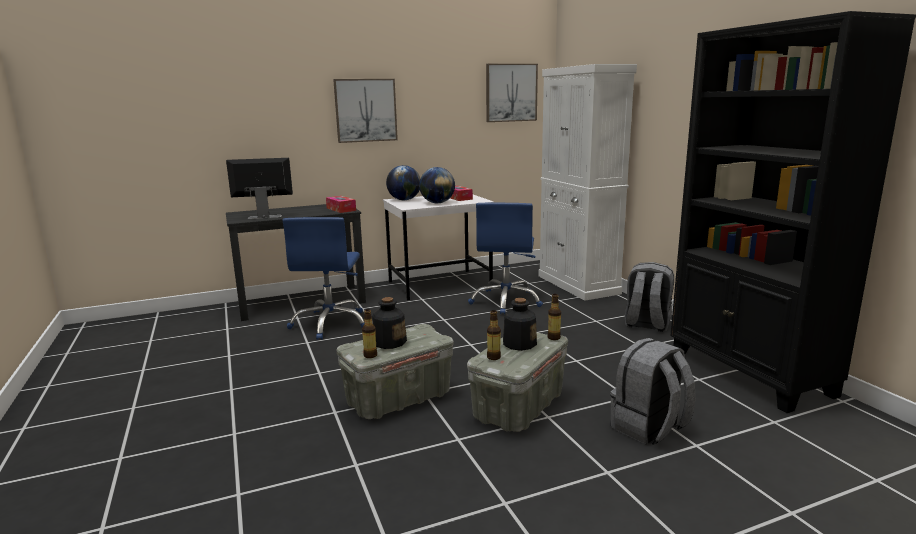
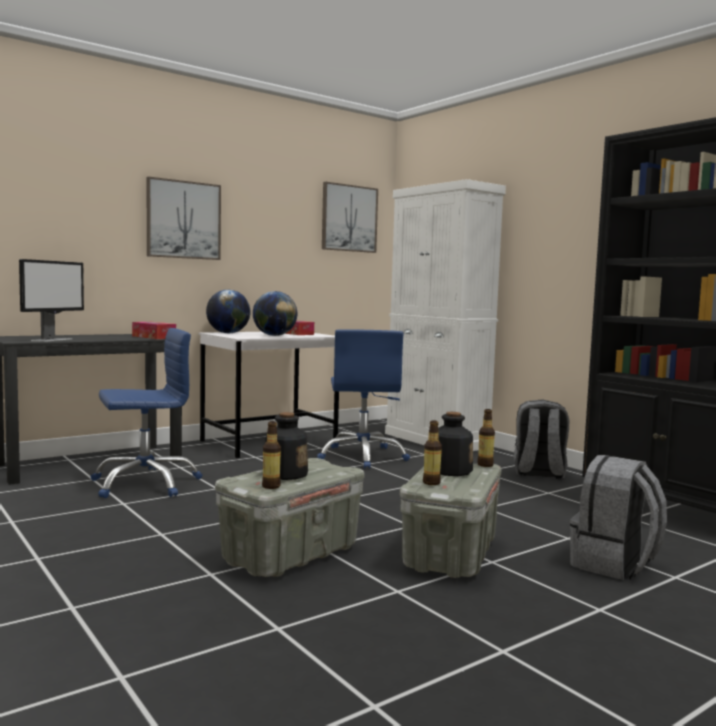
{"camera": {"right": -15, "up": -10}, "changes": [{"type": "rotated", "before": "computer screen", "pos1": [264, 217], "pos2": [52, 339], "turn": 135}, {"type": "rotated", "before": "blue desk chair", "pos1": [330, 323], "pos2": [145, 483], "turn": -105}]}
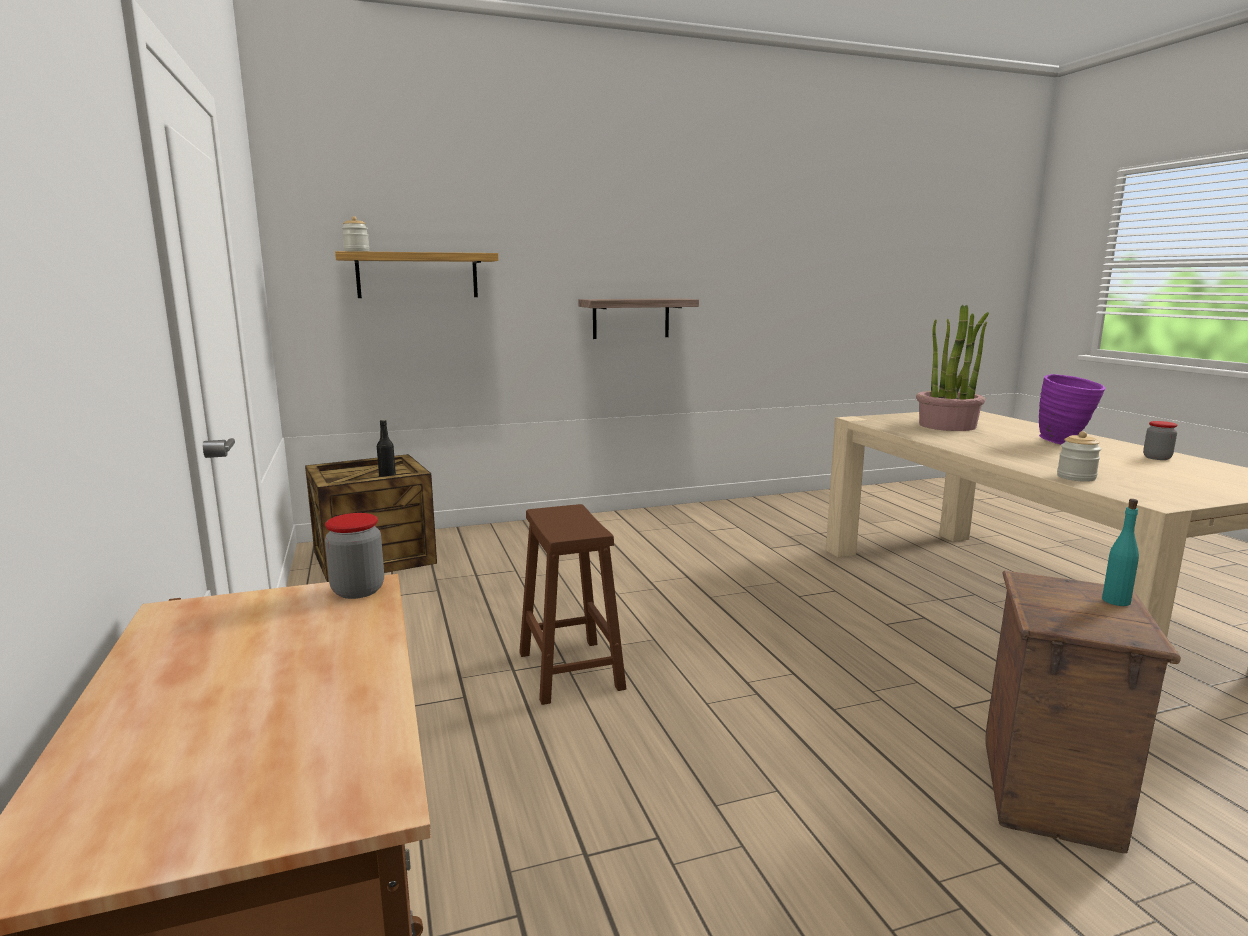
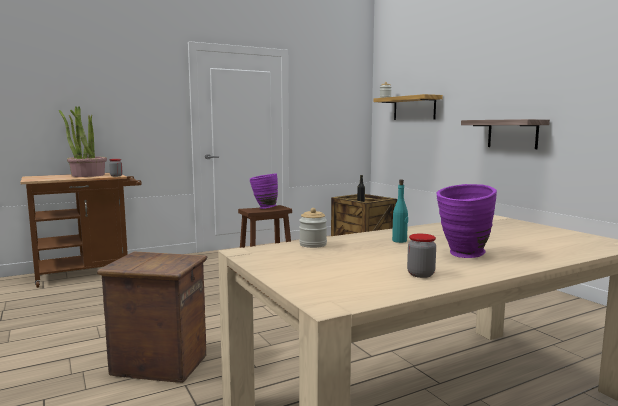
{"camera": {"right": 80, "up": -5}, "changes": [{"type": "shifted", "before": "plant in a pot", "pos1": [947, 426], "pos2": [87, 175]}, {"type": "new", "after": "purple-coloured flower vase", "pos2": [263, 208]}, {"type": "shifted", "before": "turquoise drink bottle", "pos1": [1116, 601], "pos2": [399, 241]}]}
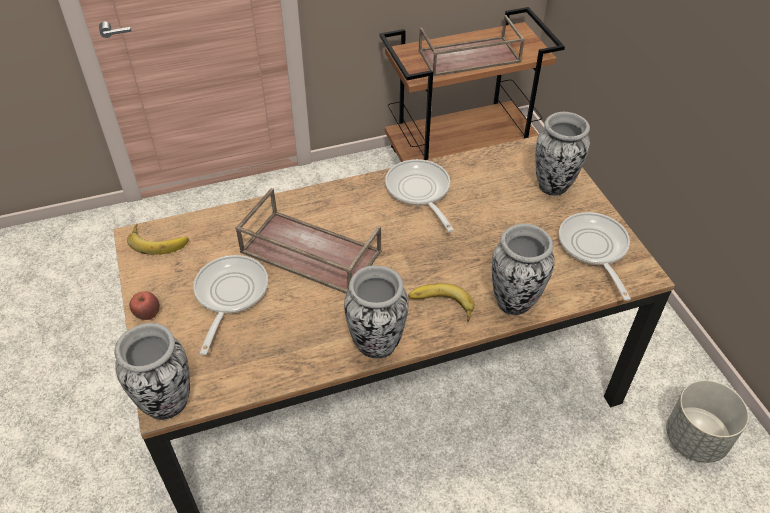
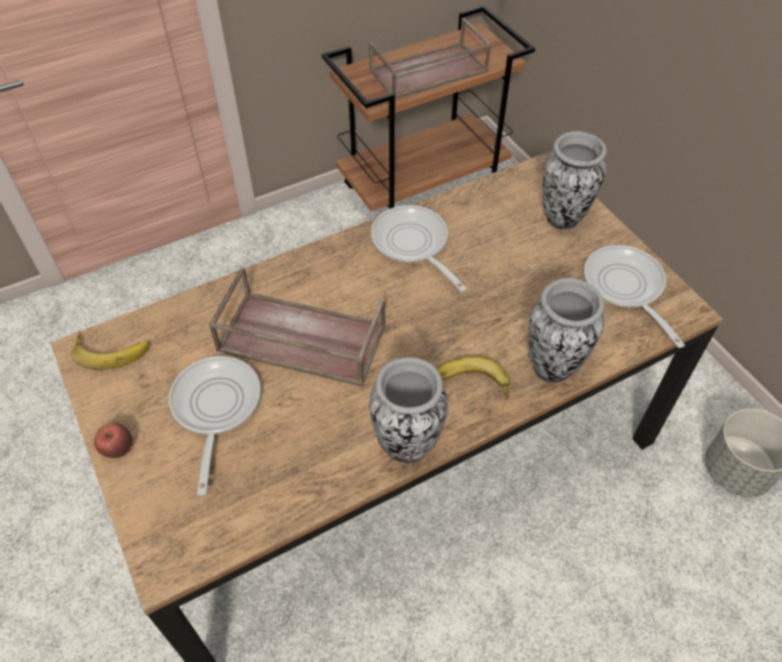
{"camera": {"right": -10, "up": 5}, "changes": [{"type": "gone", "before": "flower vase", "pos1": [167, 404]}]}
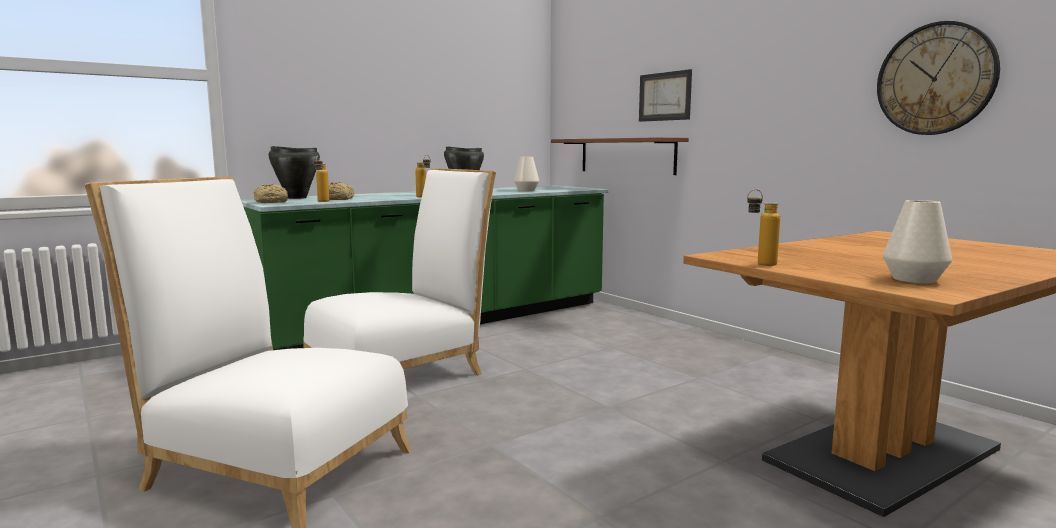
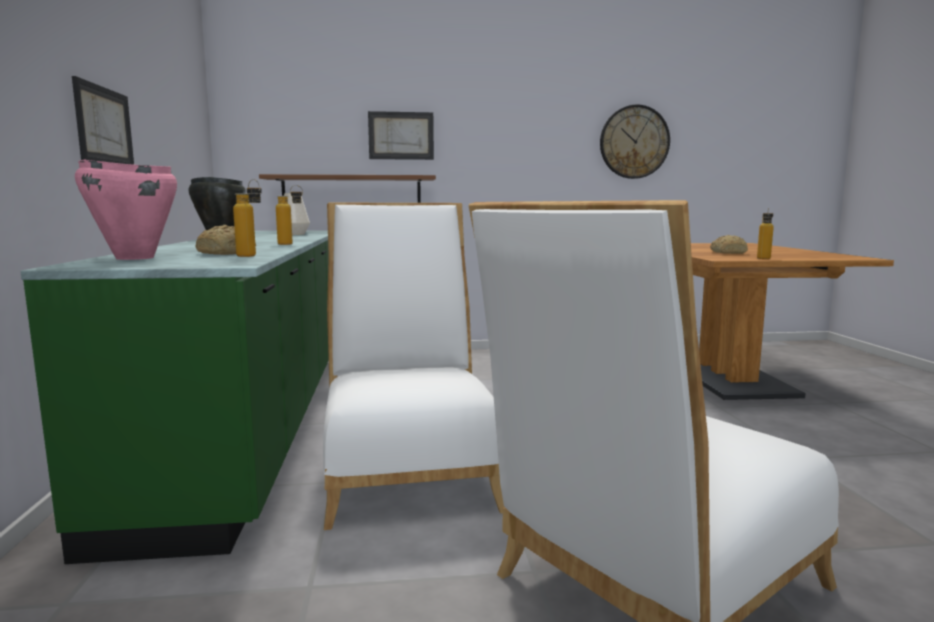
{"camera": {"right": -60, "up": 0}, "changes": [{"type": "new", "after": "wall art", "pos2": [104, 126]}, {"type": "repainted", "before": "blackish cooking pot", "after": "pink cooking pot", "pos1": [296, 198], "pos2": [134, 258]}, {"type": "shifted", "before": "bakery bread", "pos1": [272, 202], "pos2": [728, 253]}, {"type": "gone", "before": "whitish flower vase", "pos1": [914, 279]}]}
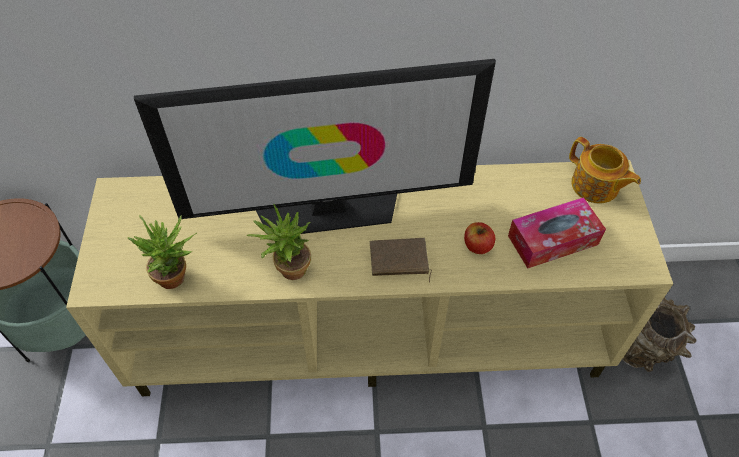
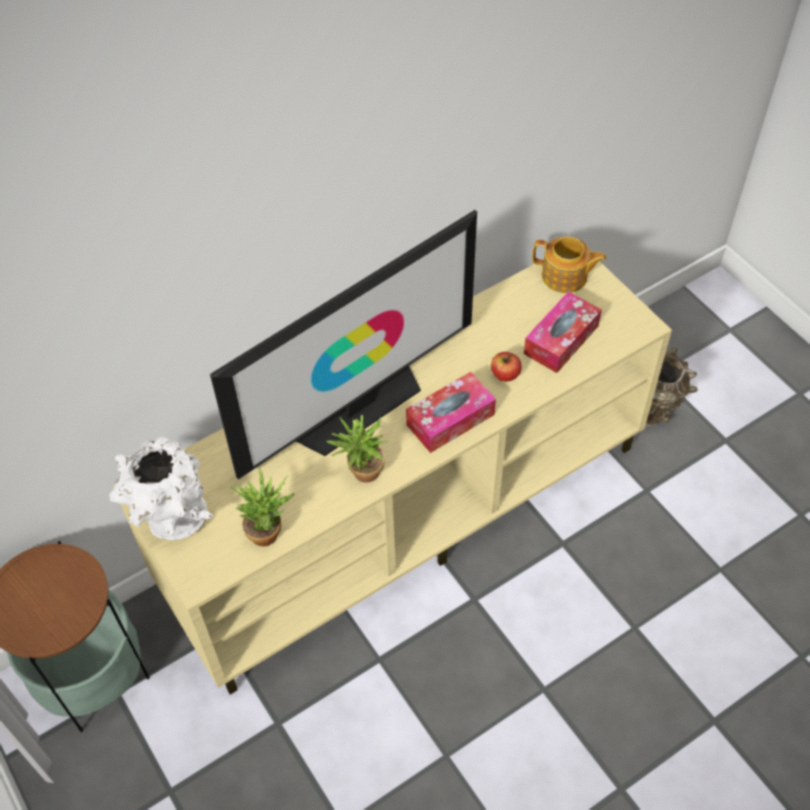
{"camera": {"right": -30, "up": 0}, "changes": [{"type": "new", "after": "whitish flower vase", "pos2": [170, 518]}, {"type": "swapped", "before": "brown-coloured bound book", "after": "box of tissues", "pos1": [399, 261], "pos2": [450, 419]}]}
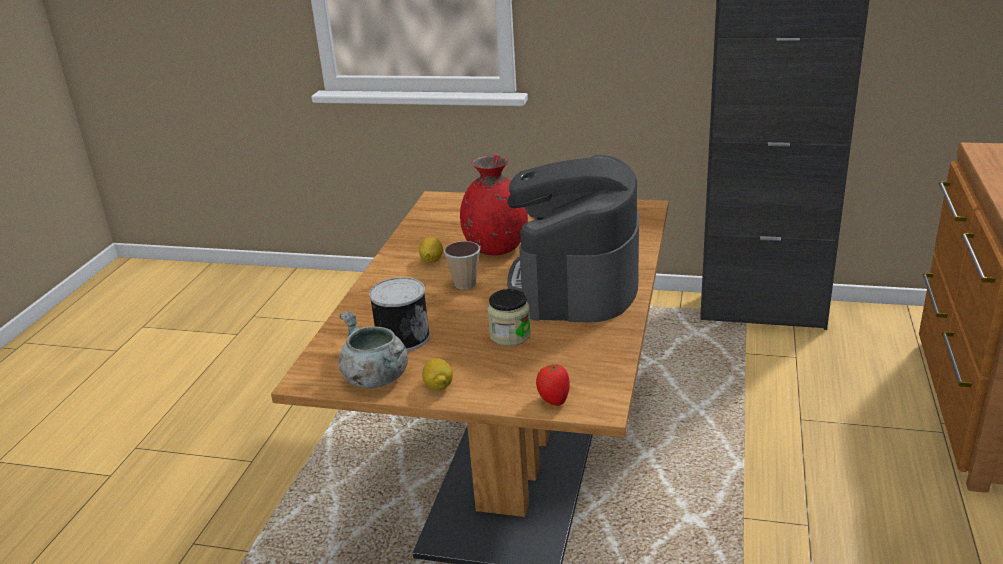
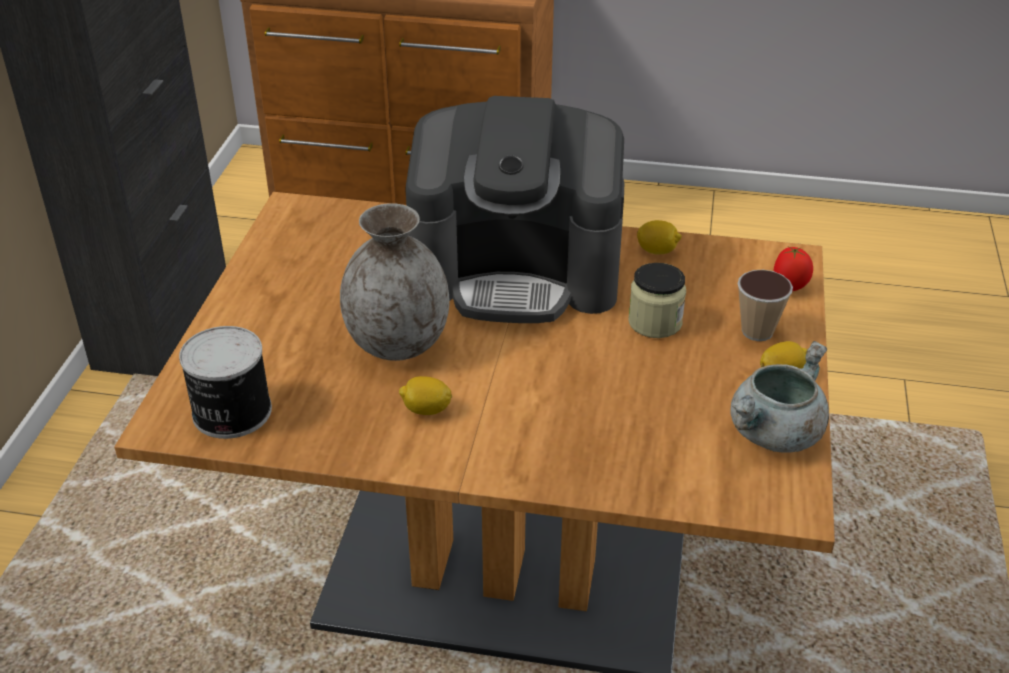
{"camera": {"right": -95, "up": 10}, "changes": [{"type": "shifted", "before": "can", "pos1": [402, 337], "pos2": [230, 413]}, {"type": "repainted", "before": "red flower vase", "after": "greyish flower vase", "pos1": [495, 248], "pos2": [397, 344]}, {"type": "new", "after": "whole lemon", "pos2": [657, 251]}, {"type": "shifted", "before": "small cup", "pos1": [465, 284], "pos2": [757, 331]}]}
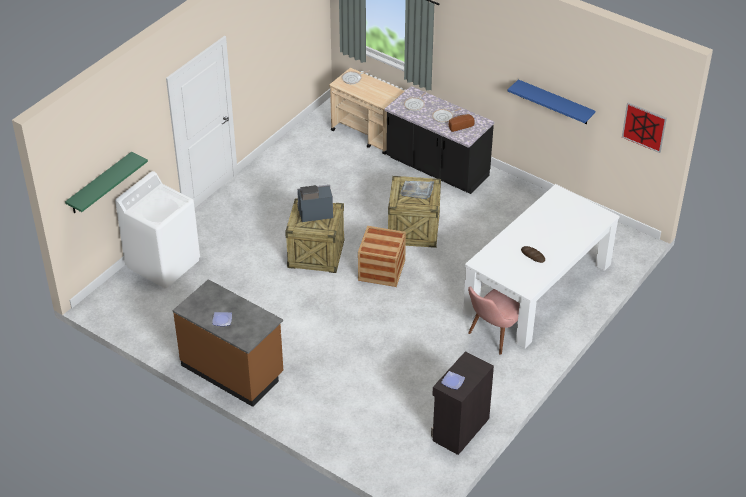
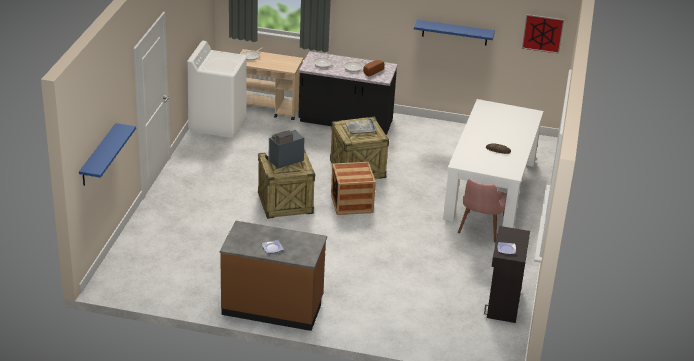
{"camera": {"right": -25, "up": -10}, "changes": [{"type": "repainted", "before": "greenish bracket shelf", "after": "blue bracket shelf", "pos1": [100, 184], "pos2": [98, 155]}, {"type": "shifted", "before": "whitish laundry machine", "pos1": [163, 263], "pos2": [217, 123]}]}
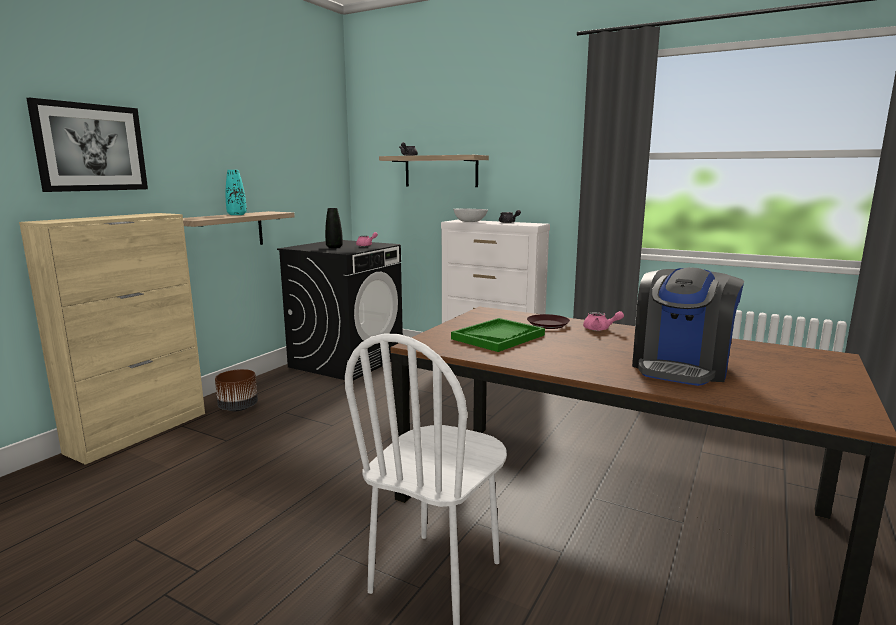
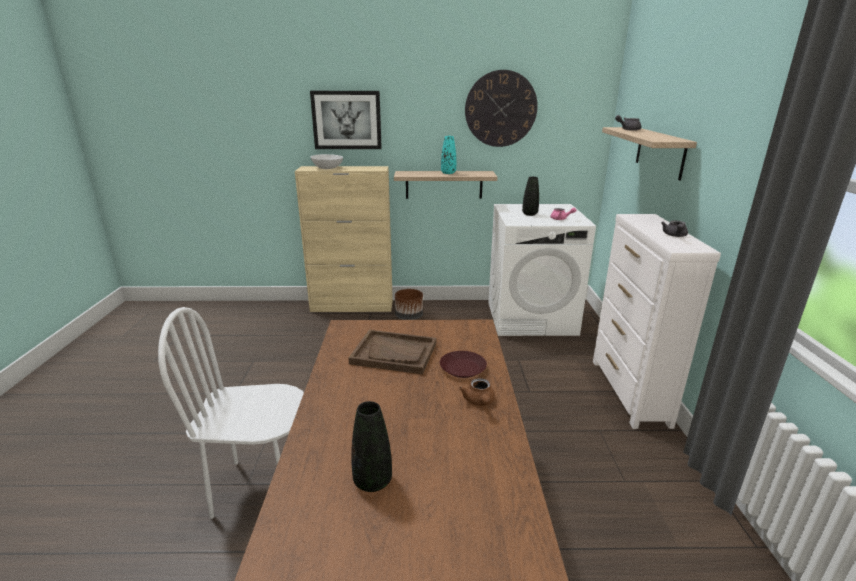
{"camera": {"right": 60, "up": 10}, "changes": [{"type": "shifted", "before": "whitish serving bowl", "pos1": [470, 221], "pos2": [327, 168]}, {"type": "repainted", "before": "greenish tray", "after": "brown-coloured tray", "pos1": [498, 337], "pos2": [394, 353]}, {"type": "swapped", "before": "coffee maker", "after": "blackish flower vase", "pos1": [680, 367], "pos2": [372, 481]}, {"type": "repainted", "before": "pink tea pot", "after": "brown-coloured tea pot", "pos1": [600, 329], "pos2": [479, 402]}, {"type": "new", "after": "clock on the wall", "pos2": [500, 109]}, {"type": "repainted", "before": "blackish laundry machine", "after": "whitish laundry machine", "pos1": [347, 361], "pos2": [531, 318]}]}
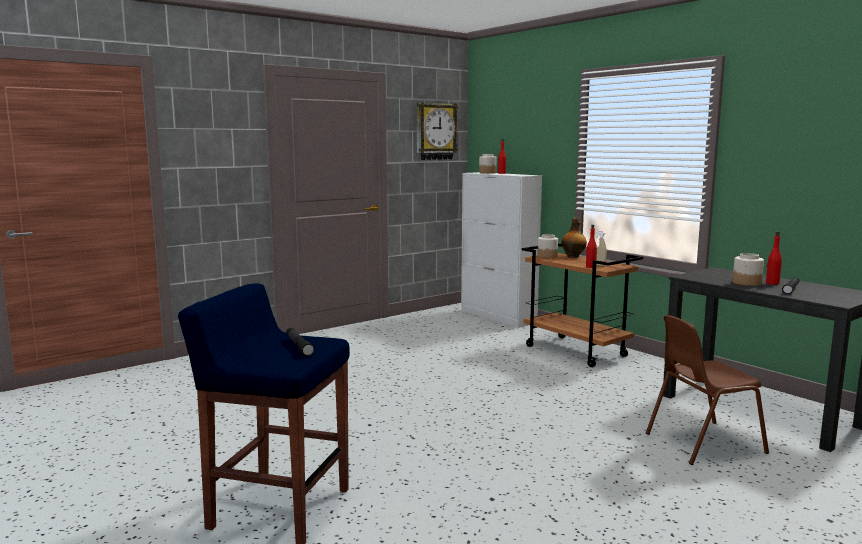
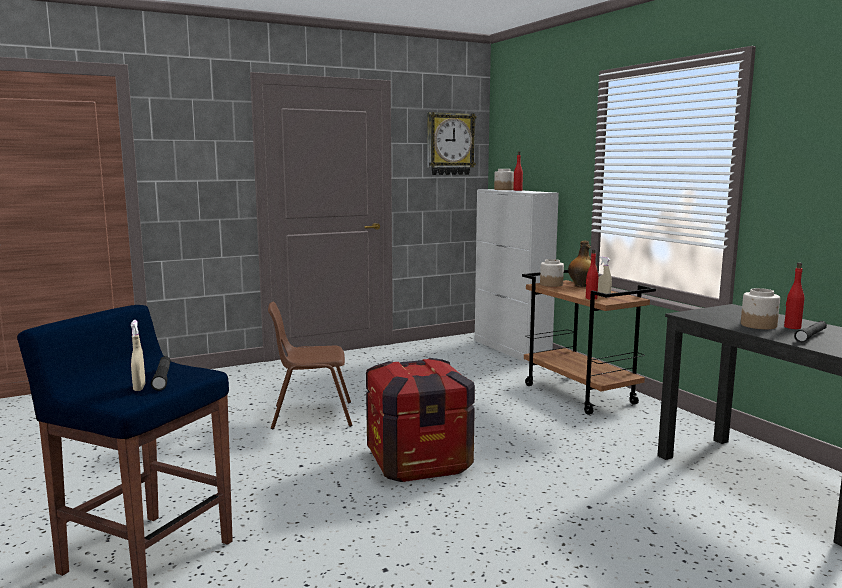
{"camera": {"right": 10, "up": 0}, "changes": [{"type": "new", "after": "beige hand sprayer", "pos2": [139, 388]}, {"type": "shifted", "before": "brown-coloured plain chair", "pos1": [702, 443], "pos2": [311, 415]}, {"type": "new", "after": "shipping crate", "pos2": [418, 461]}]}
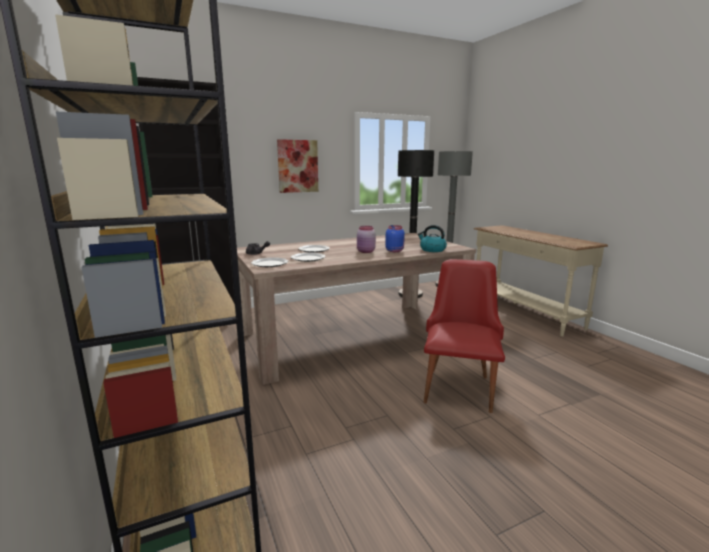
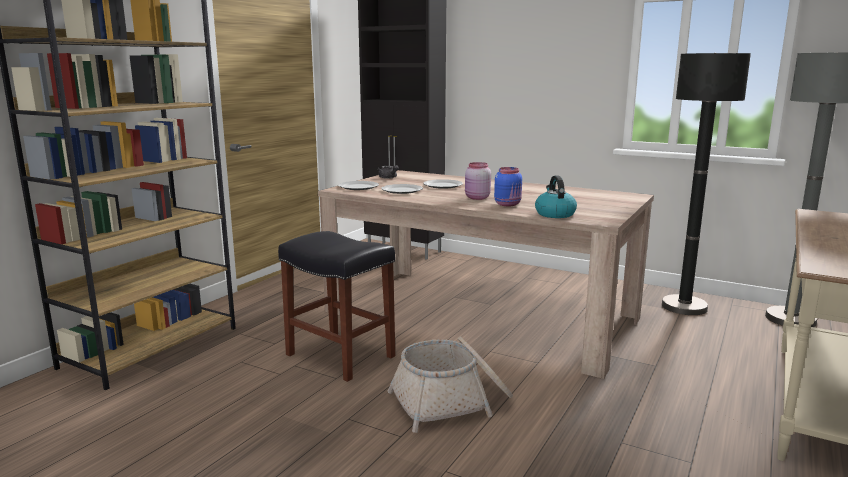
{"camera": {"right": 55, "up": 0}, "changes": [{"type": "new", "after": "blackish stool seat", "pos2": [339, 355]}, {"type": "swapped", "before": "red plain chair", "after": "household basket", "pos1": [459, 385], "pos2": [452, 402]}, {"type": "gone", "before": "wall art", "pos1": [298, 166]}]}
